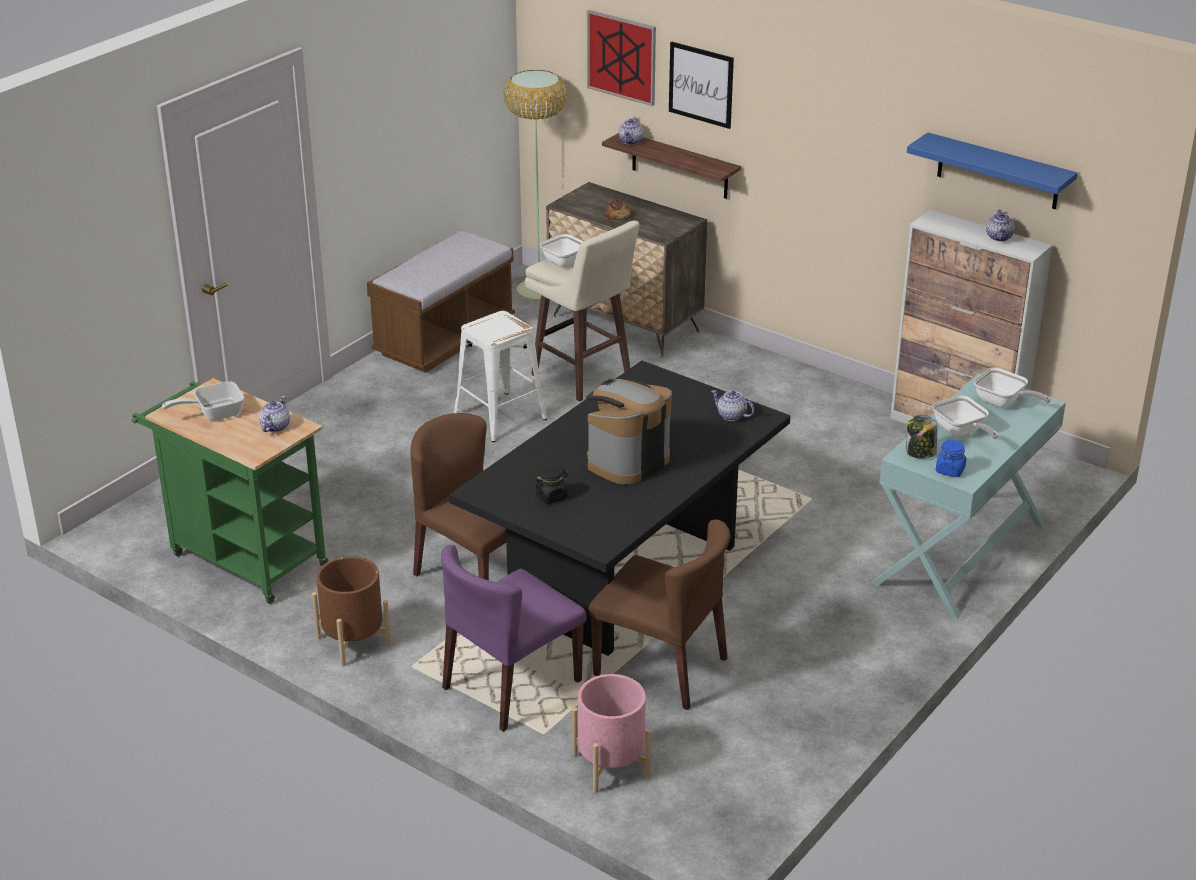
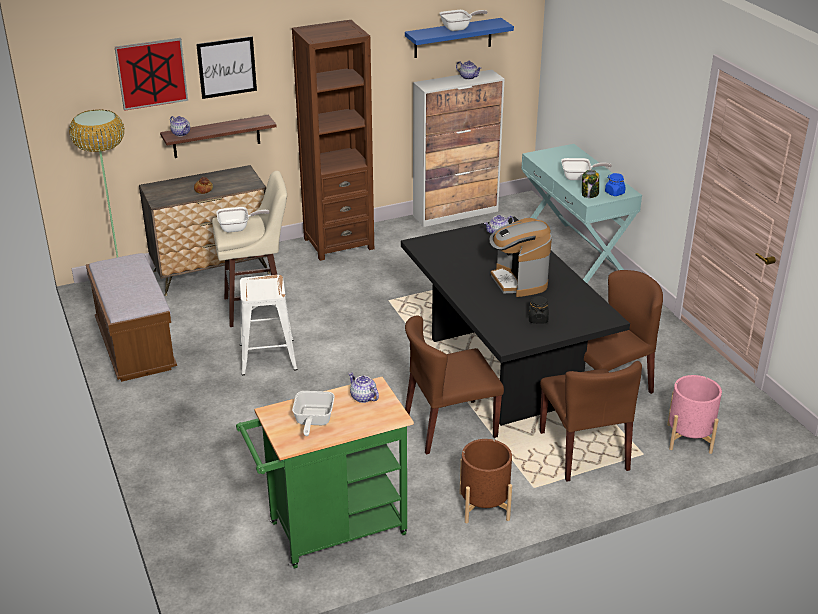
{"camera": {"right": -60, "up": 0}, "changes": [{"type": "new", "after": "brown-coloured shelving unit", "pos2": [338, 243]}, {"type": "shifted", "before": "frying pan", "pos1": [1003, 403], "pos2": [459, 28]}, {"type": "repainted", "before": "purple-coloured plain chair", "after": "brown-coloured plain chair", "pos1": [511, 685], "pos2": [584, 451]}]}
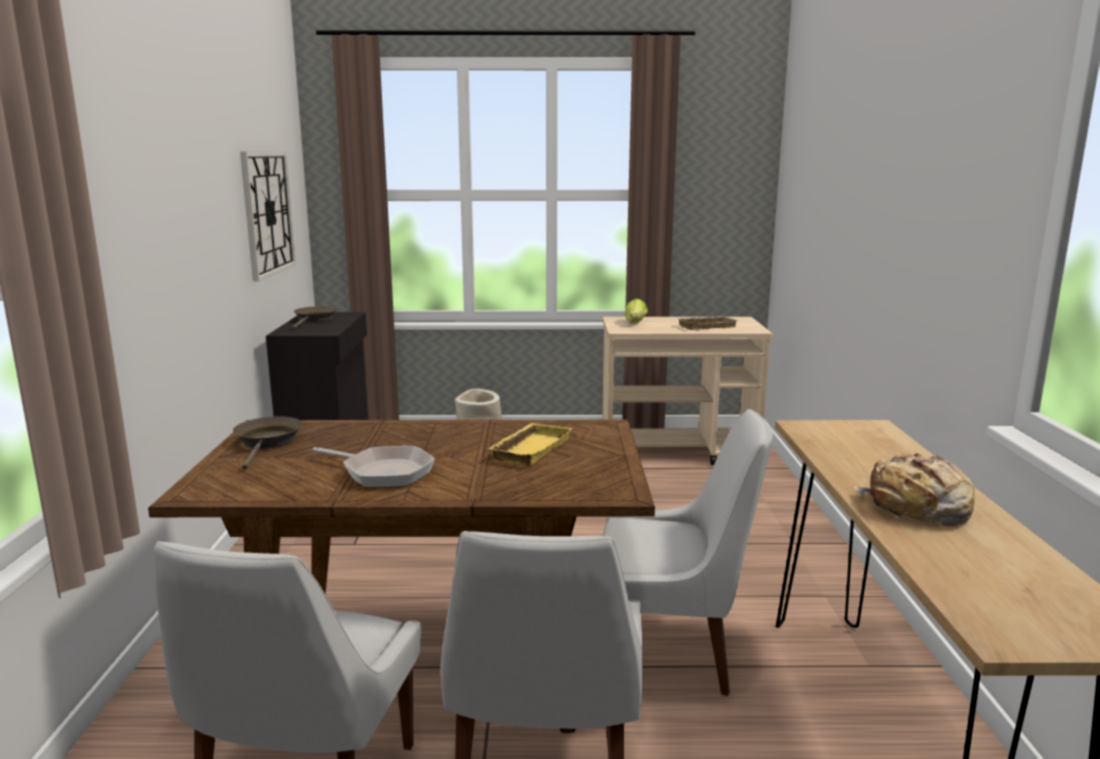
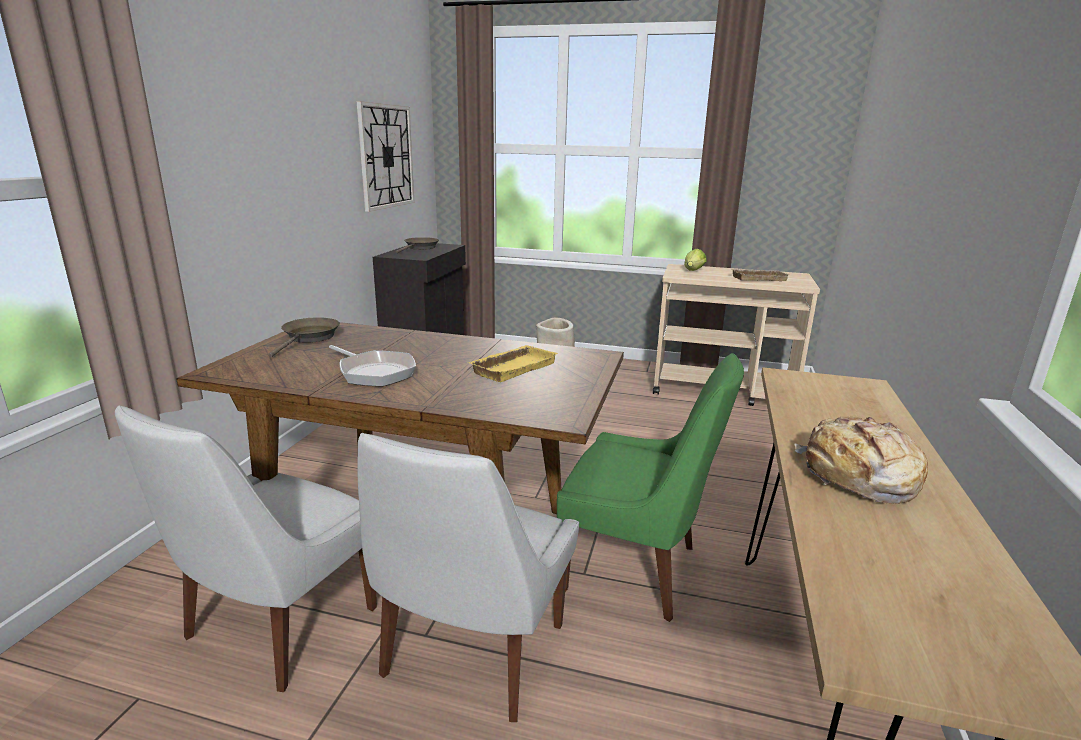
{"camera": {"right": 15, "up": 5}, "changes": [{"type": "repainted", "before": "whitish plain chair", "after": "greenish plain chair", "pos1": [672, 652], "pos2": [636, 569]}]}
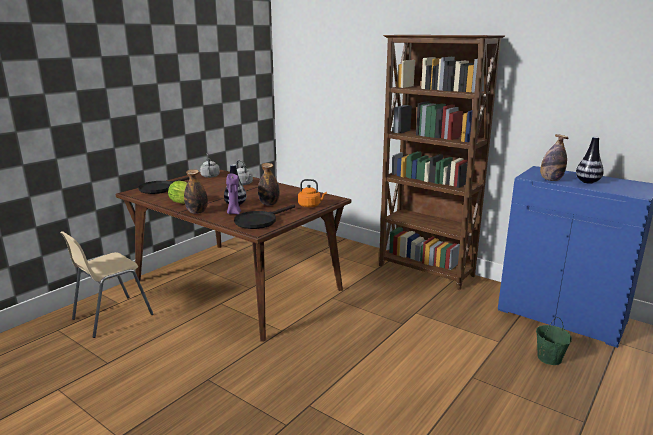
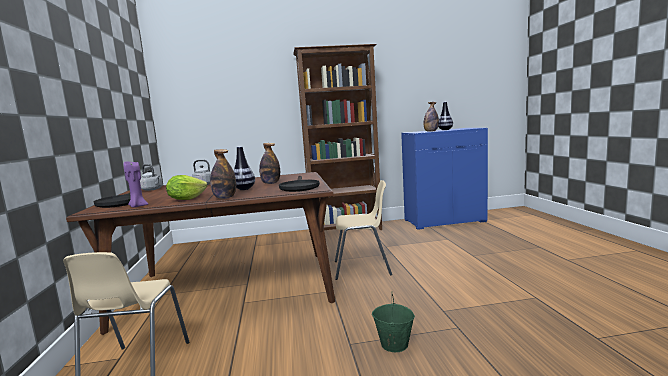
{"camera": {"right": -45, "up": -10}, "changes": [{"type": "shifted", "before": "purple-coloured wax candle", "pos1": [234, 213], "pos2": [137, 206]}, {"type": "new", "after": "beige plain chair", "pos2": [362, 268]}, {"type": "shifted", "before": "greenish bucket", "pos1": [549, 358], "pos2": [394, 344]}, {"type": "gone", "before": "orange water kettle", "pos1": [310, 205]}]}
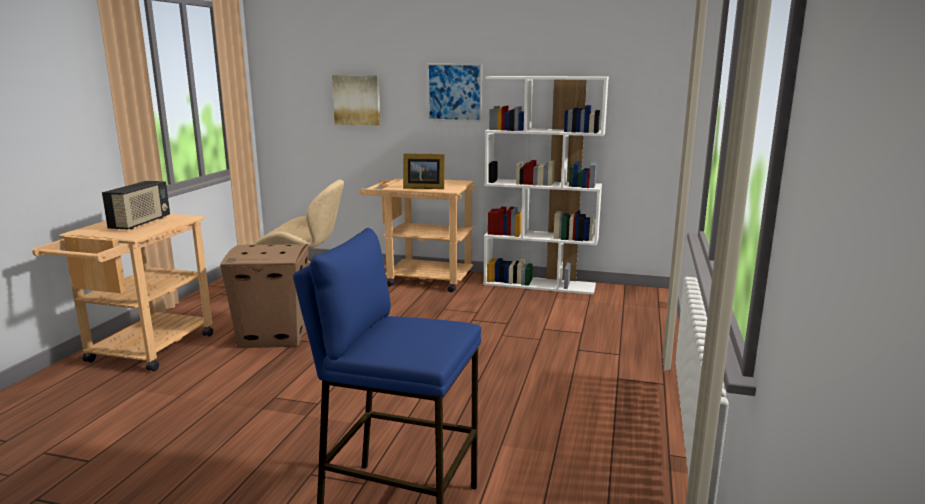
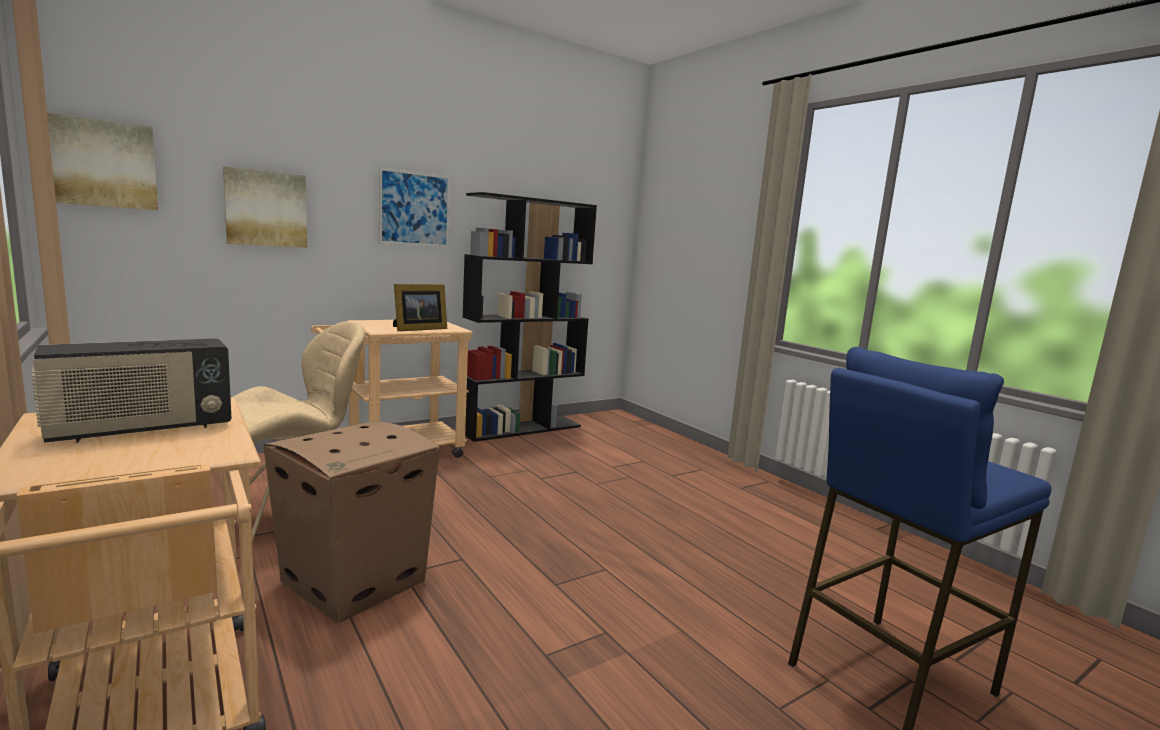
{"camera": {"right": -50, "up": -5}, "changes": [{"type": "rotated", "before": "radio receiver", "pos1": [141, 223], "pos2": [142, 430], "turn": 90}, {"type": "new", "after": "wall art", "pos2": [105, 164]}, {"type": "repainted", "before": "whitish shelving unit", "after": "blackish shelving unit", "pos1": [540, 284], "pos2": [522, 428]}]}
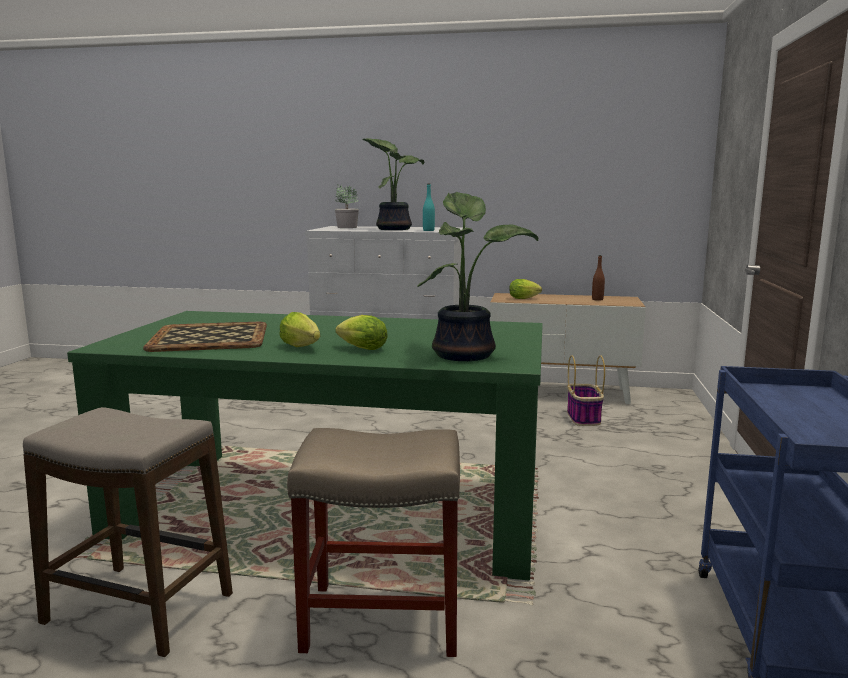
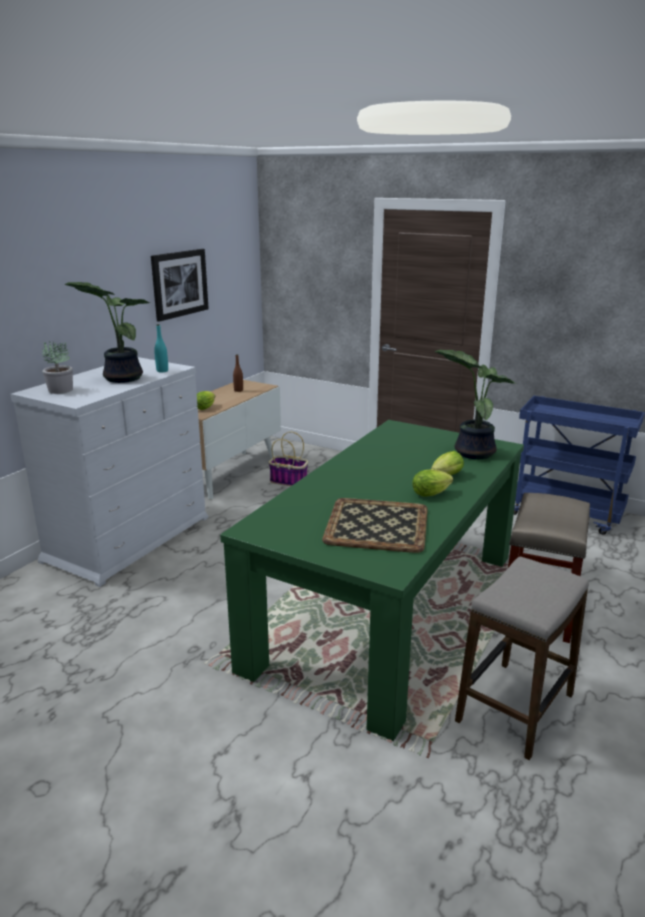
{"camera": {"right": -70, "up": 10}, "changes": [{"type": "new", "after": "wall art", "pos2": [179, 284]}]}
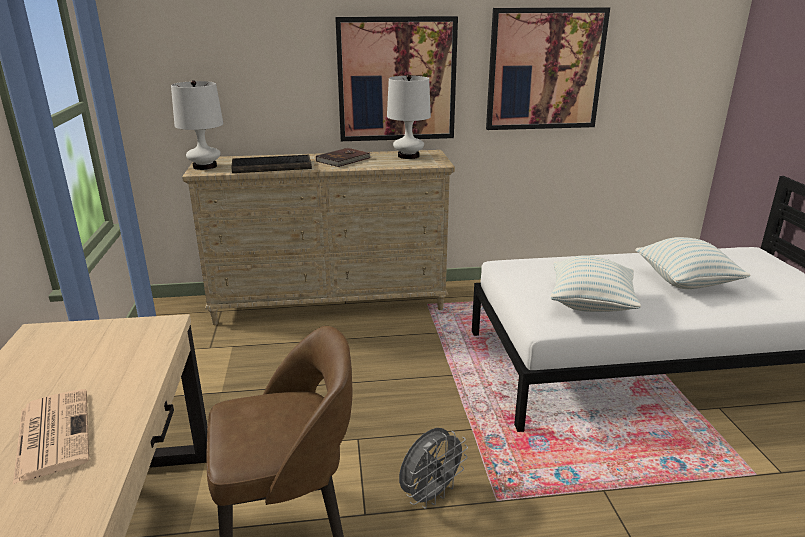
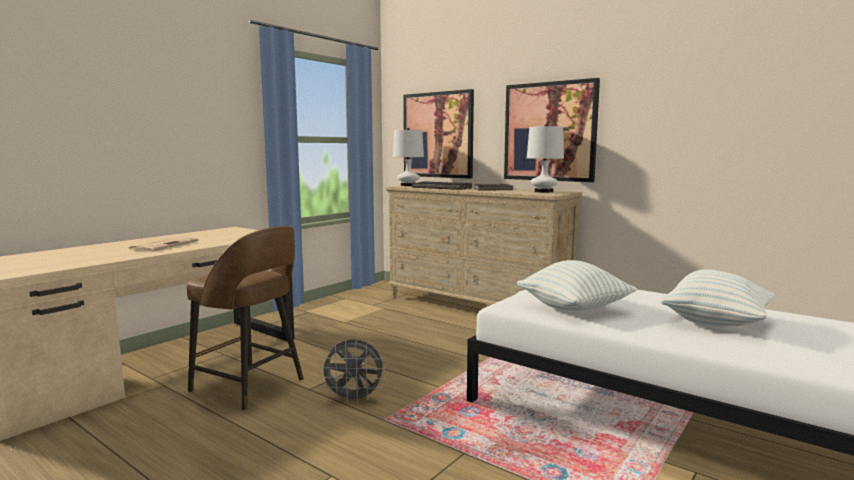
{"camera": {"right": 45, "up": -15}, "changes": [{"type": "shifted", "before": "wall art", "pos1": [545, 69], "pos2": [438, 135]}]}
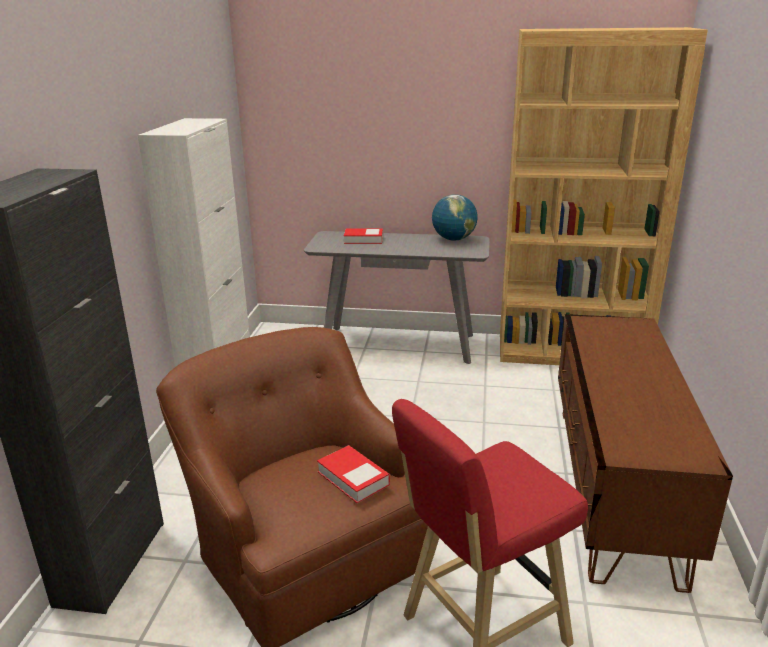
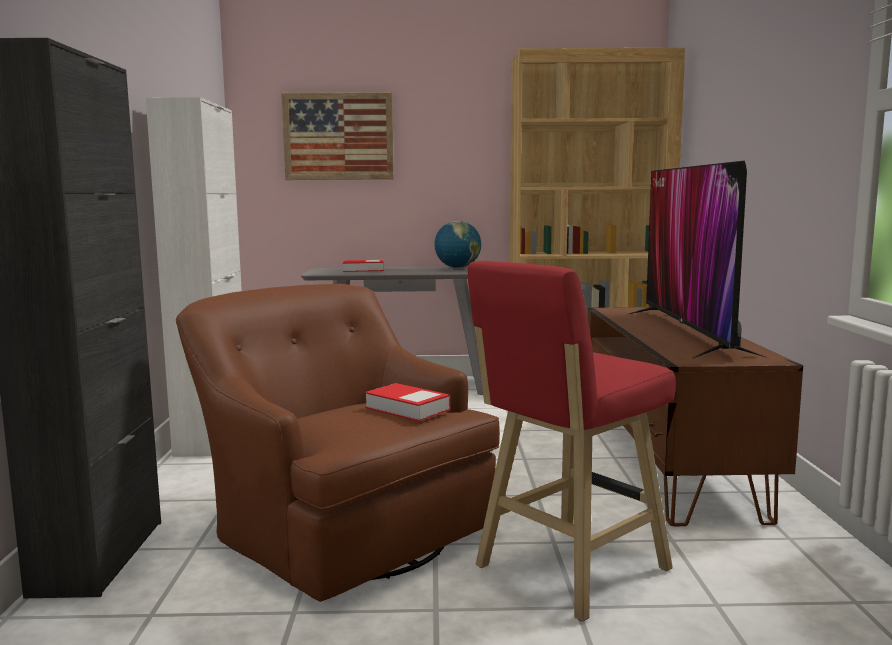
{"camera": {"right": -10, "up": -15}, "changes": [{"type": "new", "after": "wall art", "pos2": [338, 136]}, {"type": "new", "after": "TV set", "pos2": [688, 332]}]}
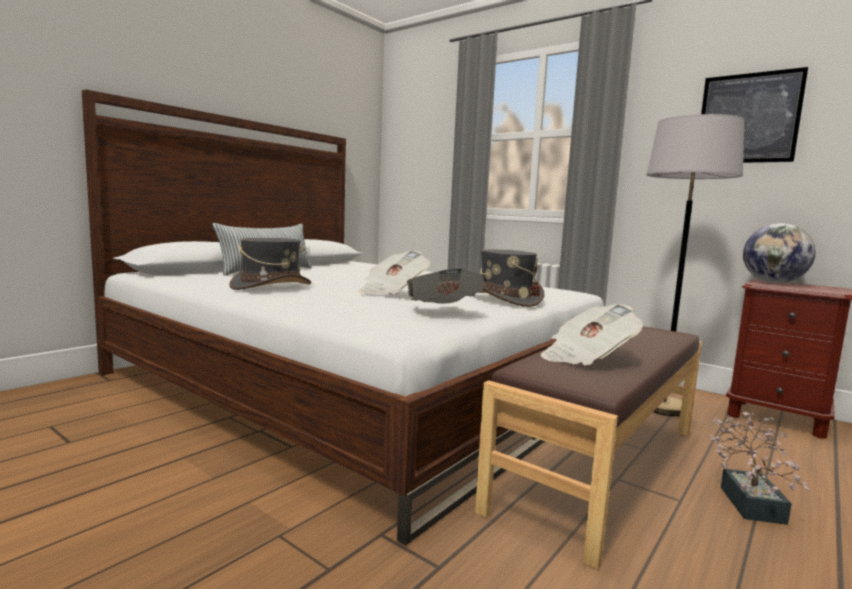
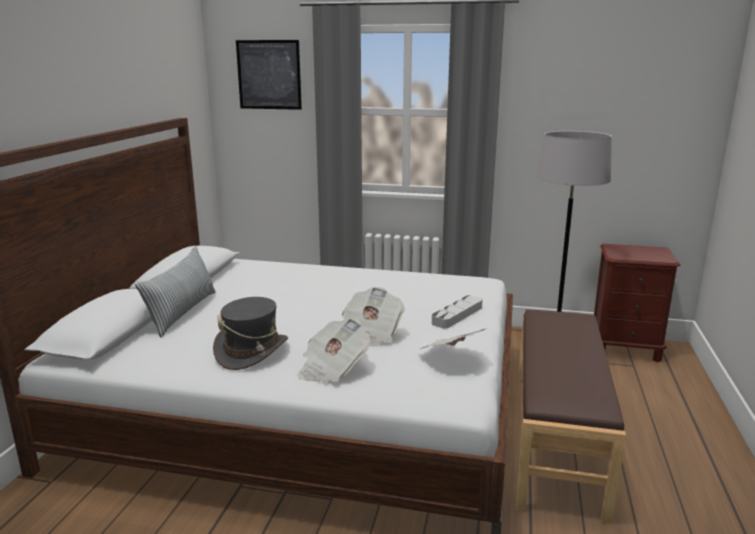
{"camera": {"right": -25, "up": 10}, "changes": [{"type": "shifted", "before": "wall art", "pos1": [748, 118], "pos2": [269, 75]}, {"type": "shifted", "before": "newspaper", "pos1": [586, 358], "pos2": [332, 368]}, {"type": "swapped", "before": "greyish wearable hat", "after": "greyish tray", "pos1": [505, 299], "pos2": [457, 315]}, {"type": "gone", "before": "plant in a pot", "pos1": [749, 500]}, {"type": "gone", "before": "desk globe", "pos1": [773, 283]}]}
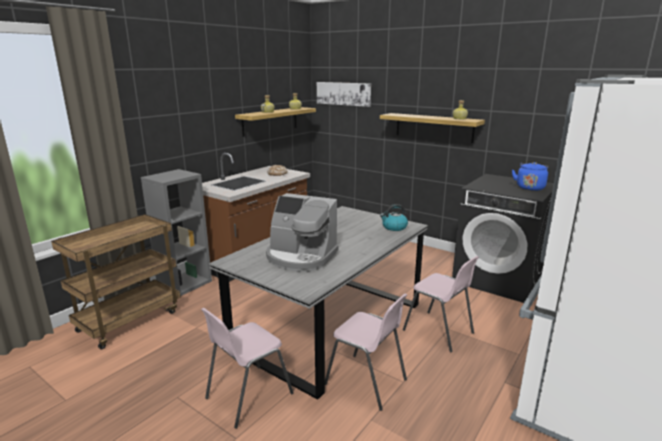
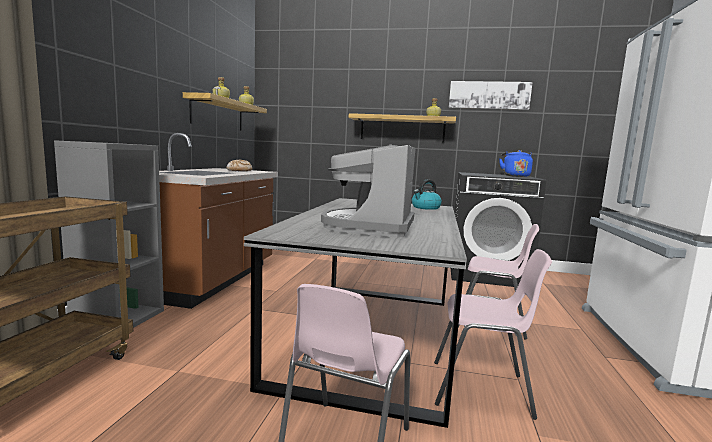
{"camera": {"right": -25, "up": -10}, "changes": [{"type": "rotated", "before": "coffee maker", "pos1": [300, 257], "pos2": [369, 227], "turn": 105}, {"type": "shifted", "before": "wall art", "pos1": [343, 93], "pos2": [489, 95]}]}
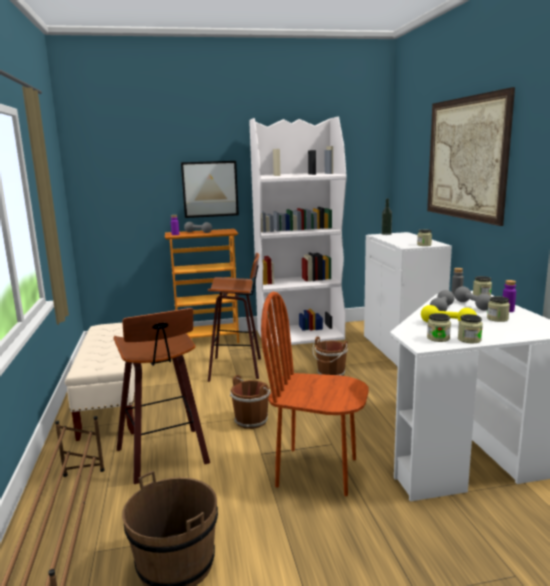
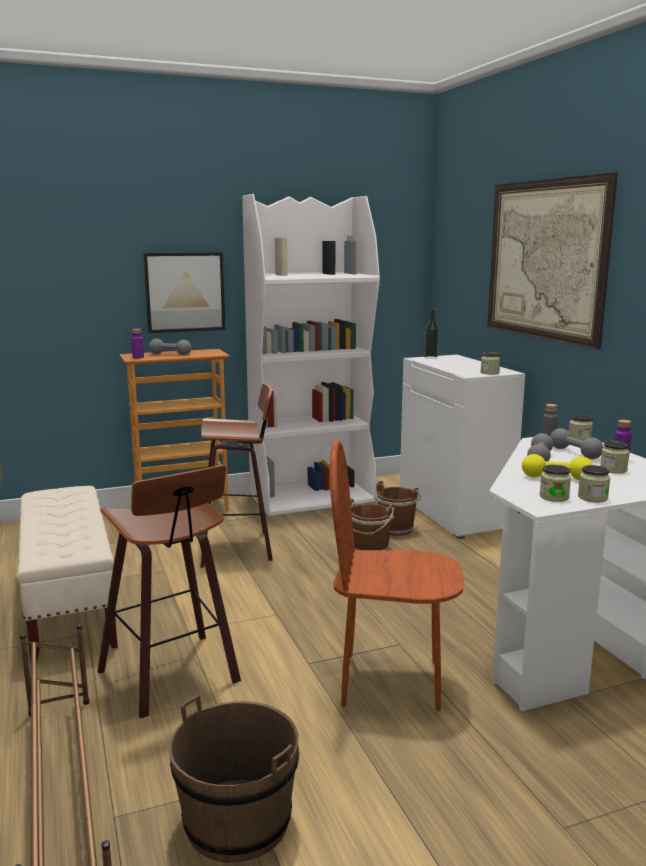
{"camera": {"right": -10, "up": 0}, "changes": [{"type": "shifted", "before": "brown-coloured bucket", "pos1": [252, 420], "pos2": [396, 528]}]}
